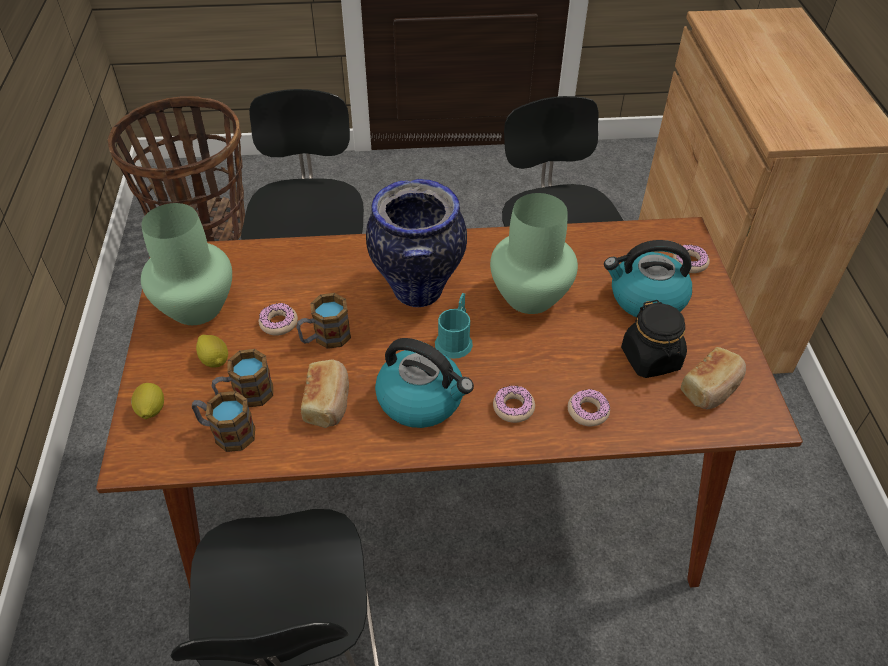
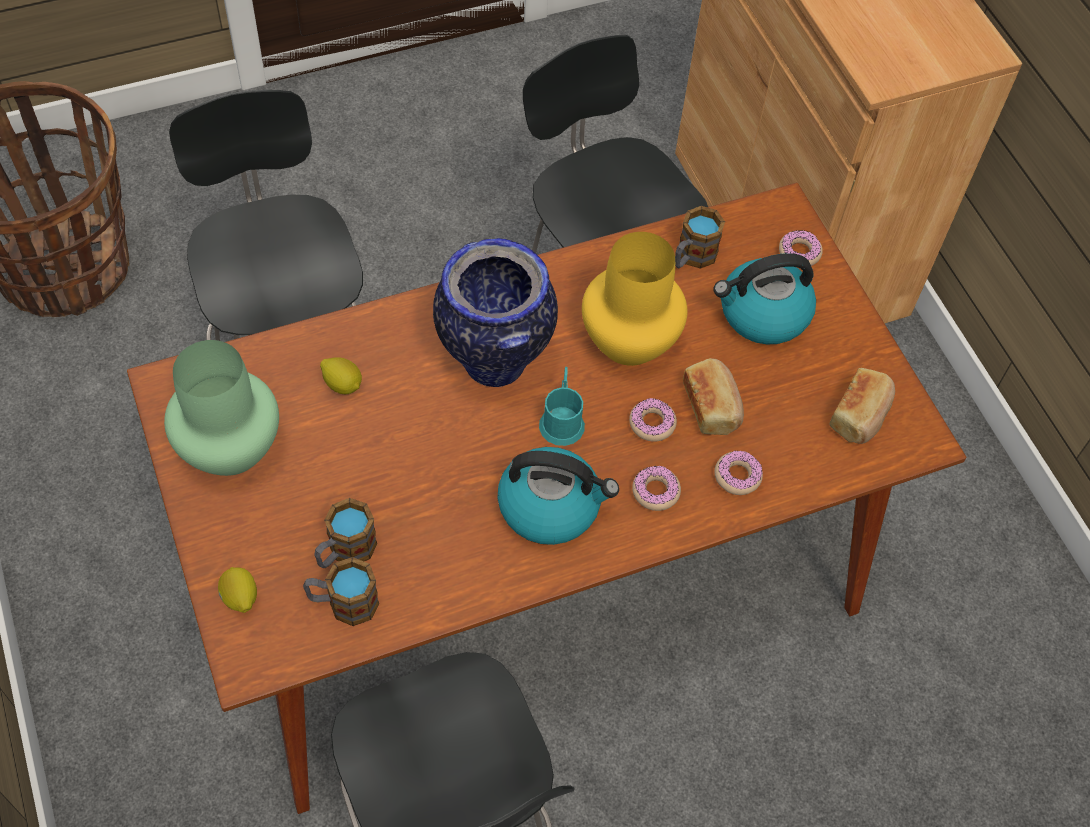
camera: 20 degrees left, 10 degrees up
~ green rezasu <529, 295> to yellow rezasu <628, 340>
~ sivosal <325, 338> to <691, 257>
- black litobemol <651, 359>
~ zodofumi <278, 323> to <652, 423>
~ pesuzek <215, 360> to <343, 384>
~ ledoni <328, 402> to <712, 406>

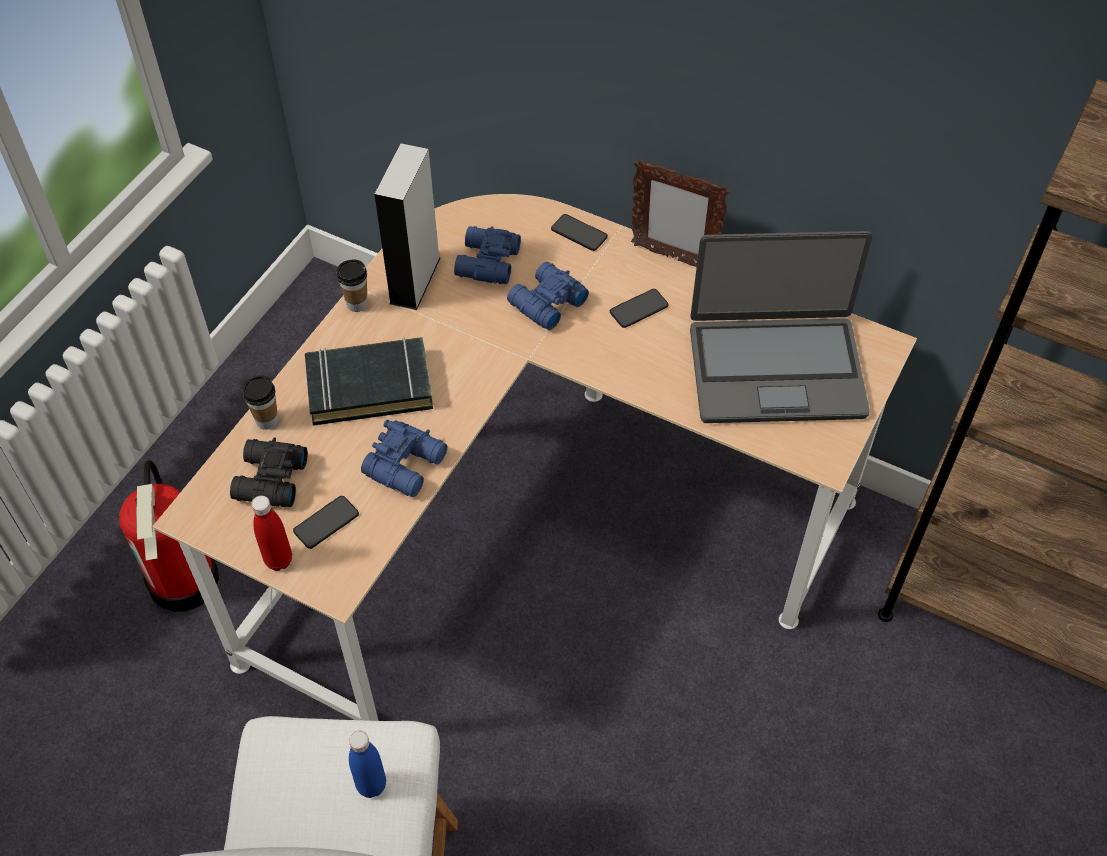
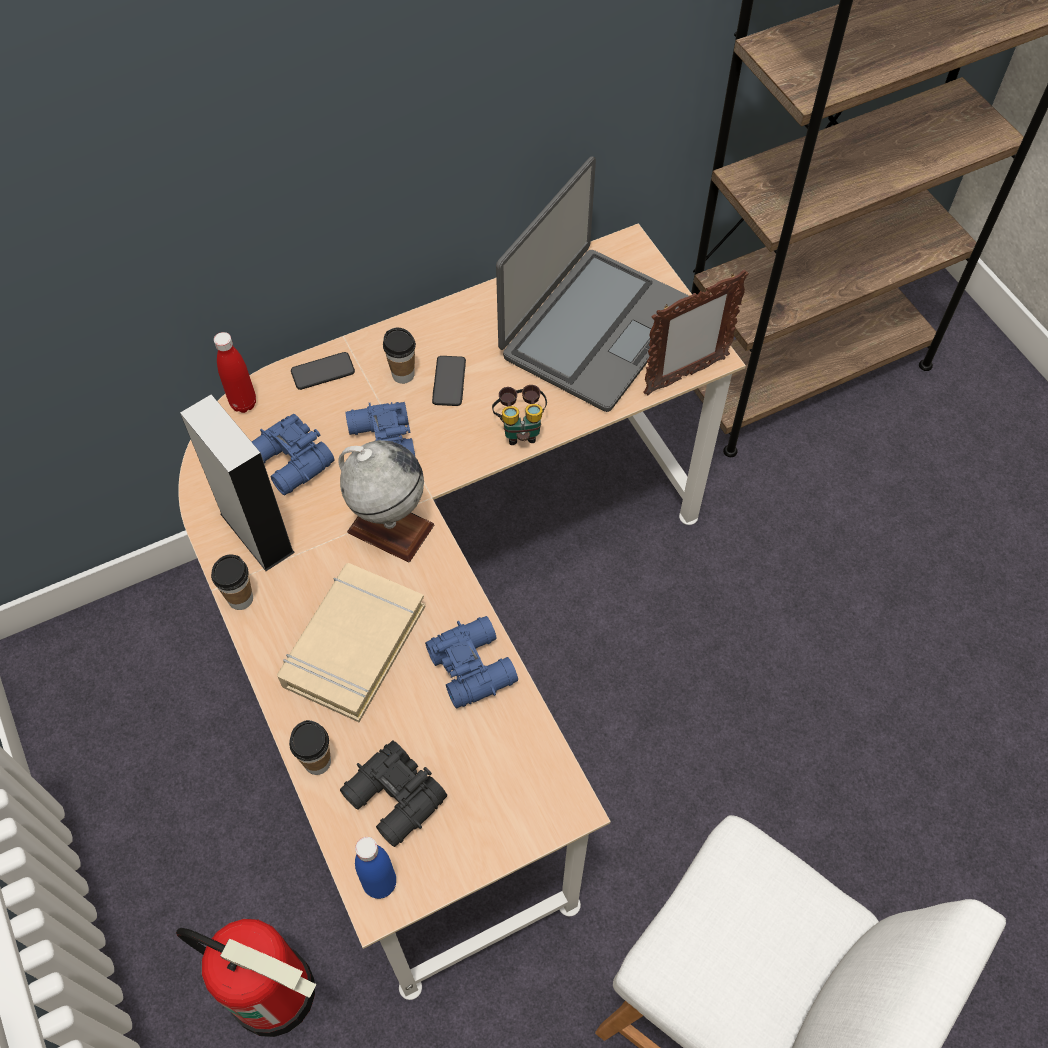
camera: 55 degrees left, 5 degrees up
~ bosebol <673, 258> to <685, 376>
~ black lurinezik <369, 386> to beige lurinezik <353, 645>
~ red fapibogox <279, 560> to <243, 403>
- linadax <326, 523>
~ blue fapibogox <371, 785> to <380, 883>
+ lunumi <403, 374>
+ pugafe <520, 429>
+ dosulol <390, 528>

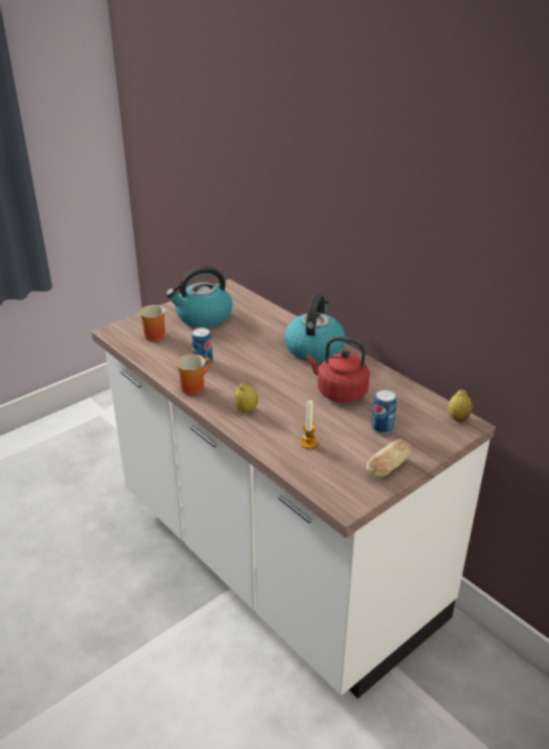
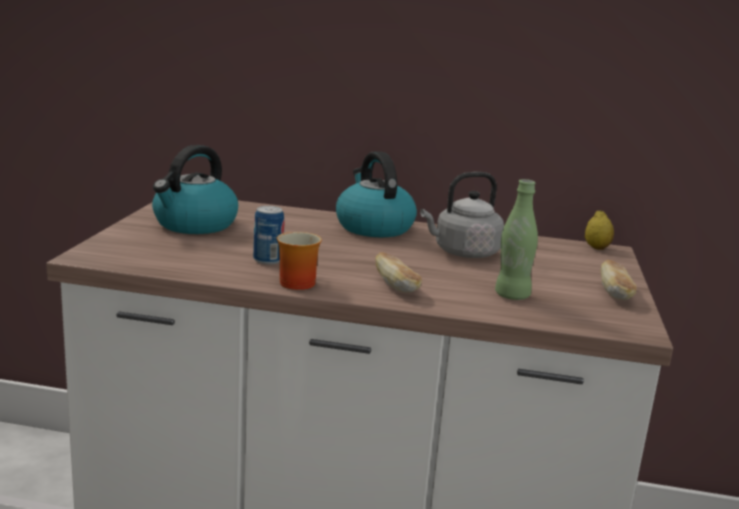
camera: 40 degrees left, 15 degrees down
- sivosal <153, 334>
~ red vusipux <339, 392> to grey vusipux <463, 253>
~ pesuzek <246, 409> to ledoni <396, 286>
- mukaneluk <382, 428>
~ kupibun <308, 443> to green fapibogox <512, 295>

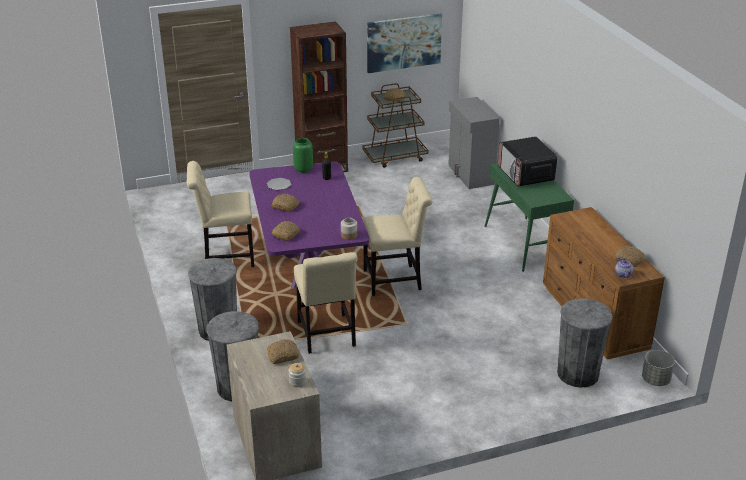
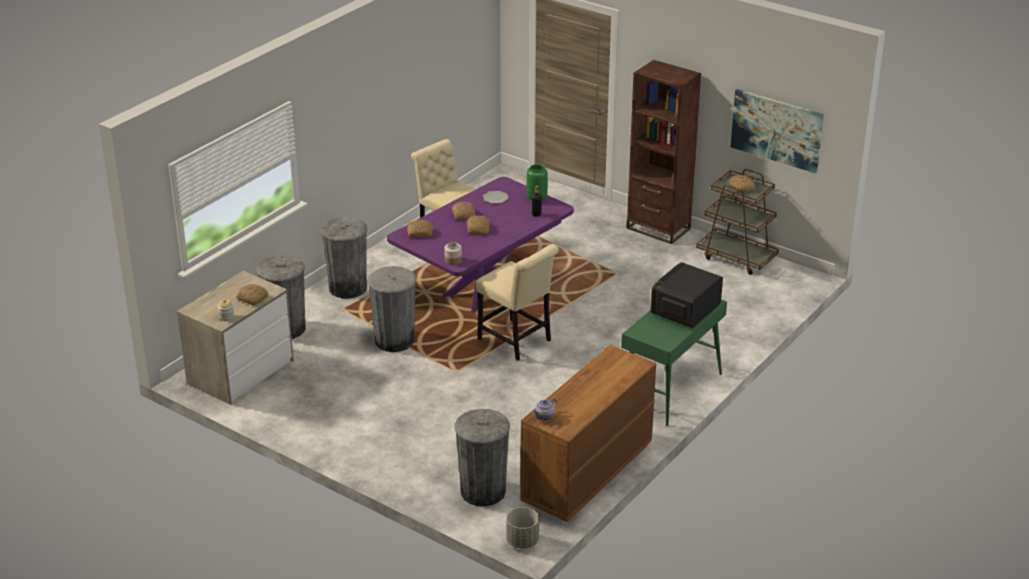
camera: 55 degrees right, 0 degrees up
- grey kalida <470, 175>
~ ledoni <629, 260> to <478, 229>
~ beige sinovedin <327, 336> to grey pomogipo <394, 340>

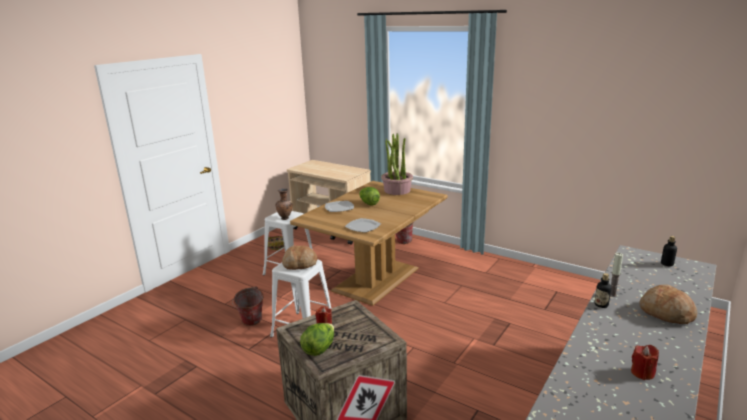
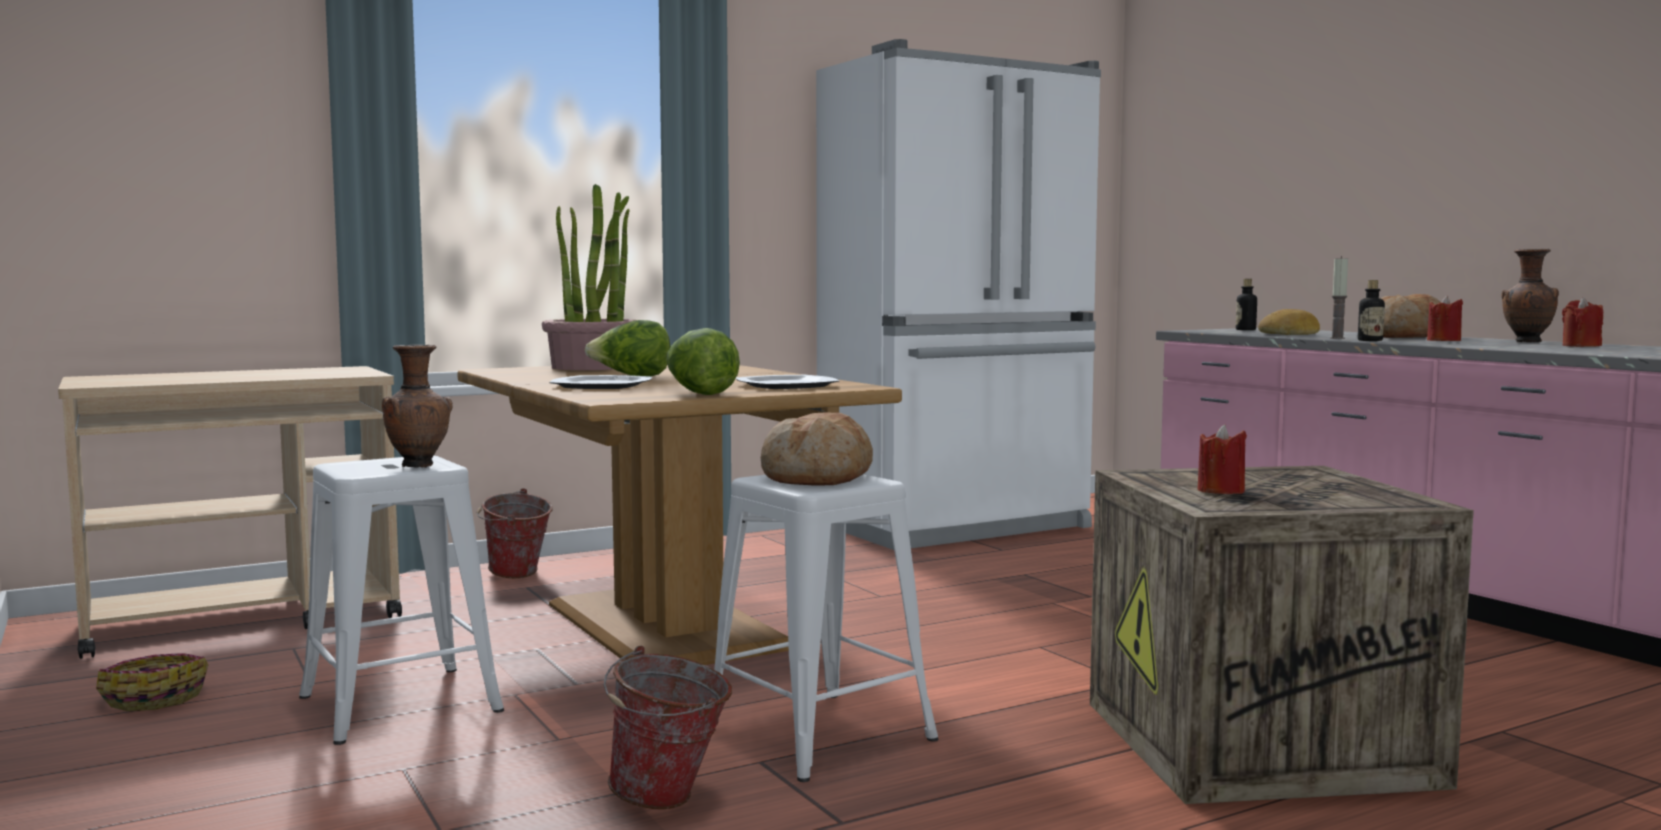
camera: 65 degrees left, 15 degrees down
~ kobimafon <319, 349> to <700, 394>
+ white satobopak <958, 527>
+ brown rezasu <1526, 342>
+ red kupibun <1443, 341>
+ ledoni <1290, 334>

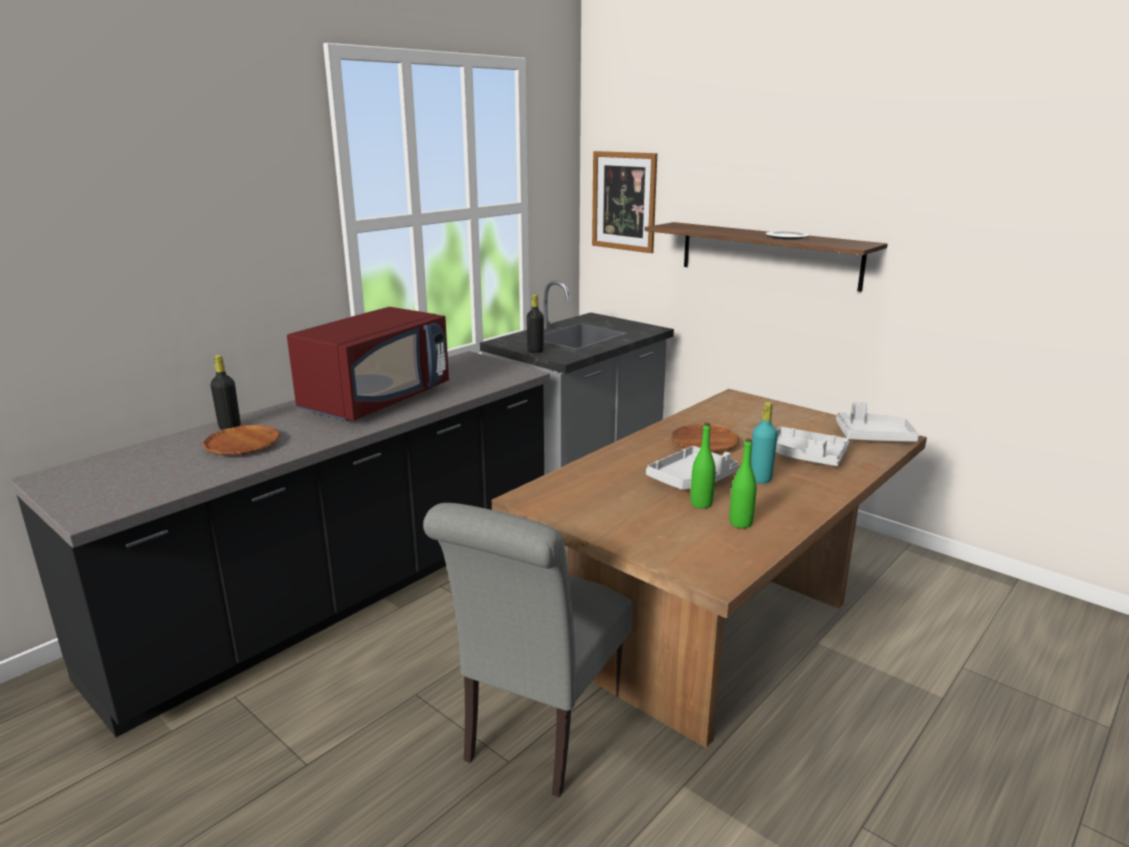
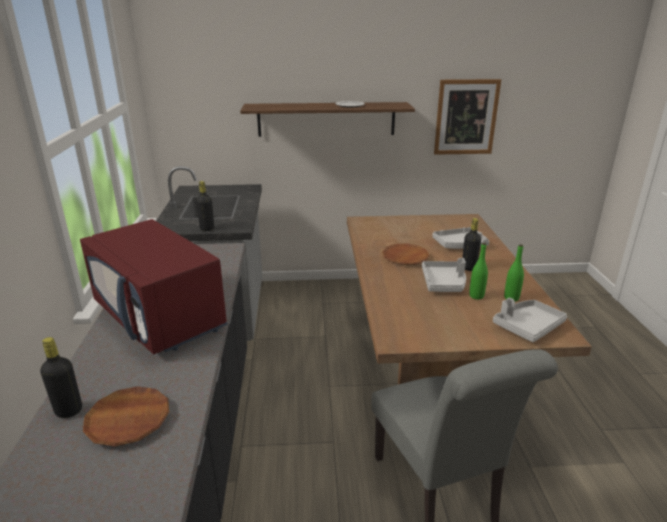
camera: 45 degrees left, 5 degrees up
~ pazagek <624, 201> to <466, 117>
~ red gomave <376, 400> = <160, 317> 150 degrees clockwise
~ turquoise fapibogox <760, 479> to black fapibogox <469, 268>
~ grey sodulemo <873, 437> to <527, 326>

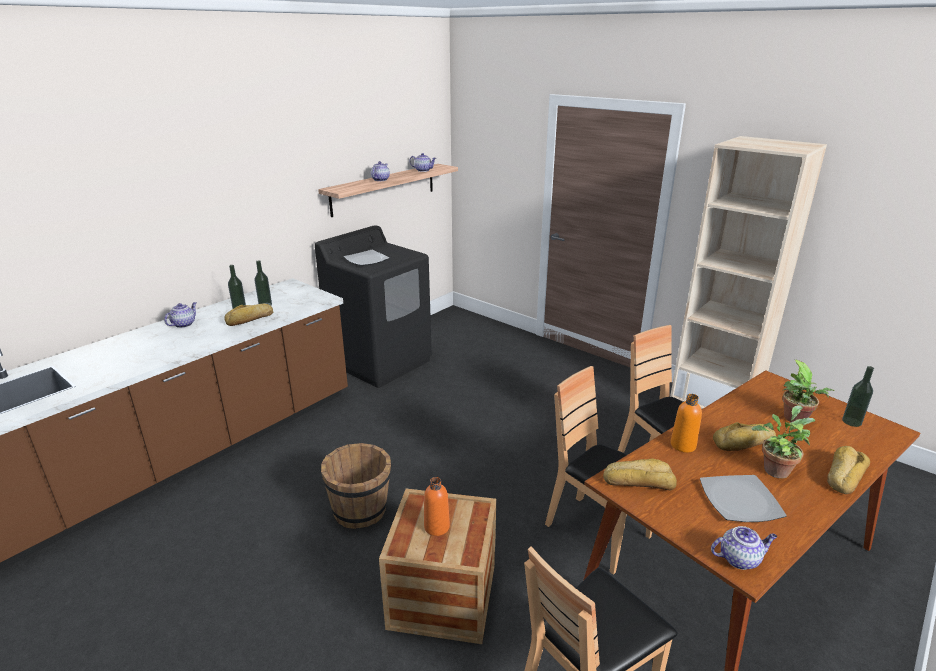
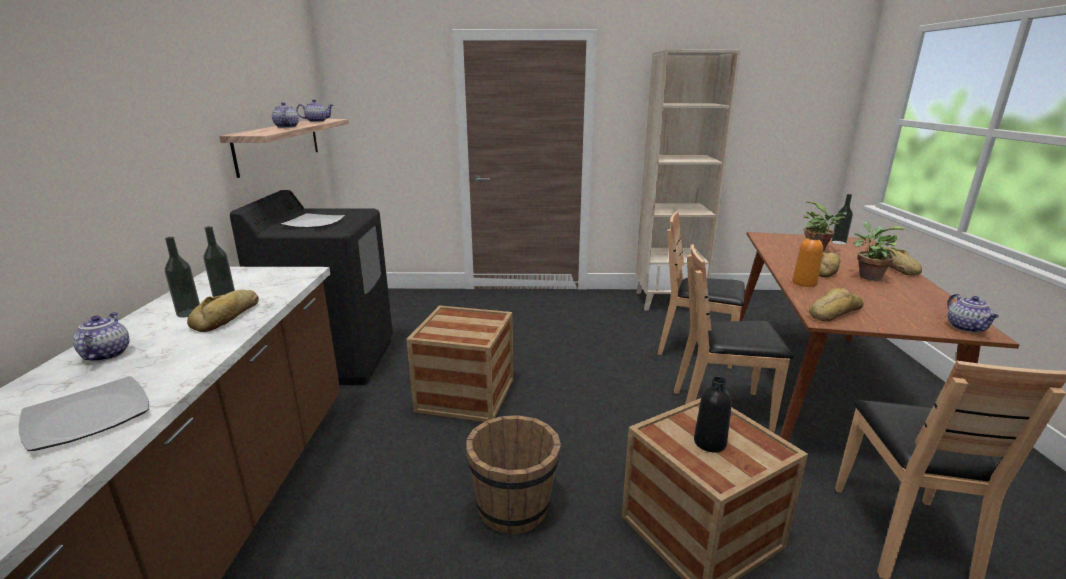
camera: 40 degrees left, 5 degrees down
~ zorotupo <740, 500> to <89, 415>
~ orange fapibogox <436, 527> to black fapibogox <709, 443>
~ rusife <739, 559> = <966, 328> 135 degrees clockwise
+ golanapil <466, 395>

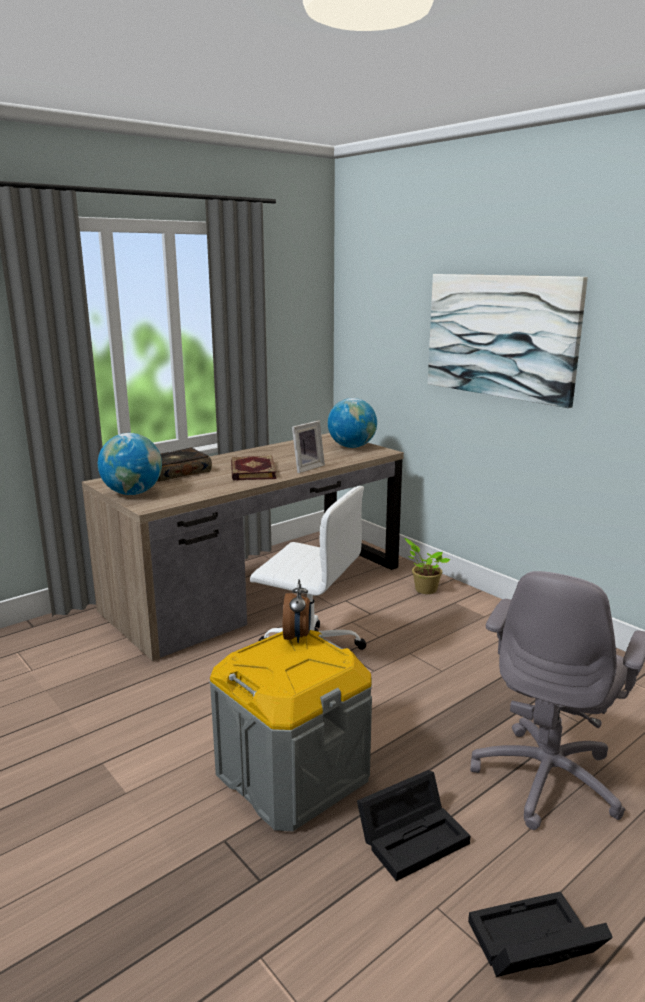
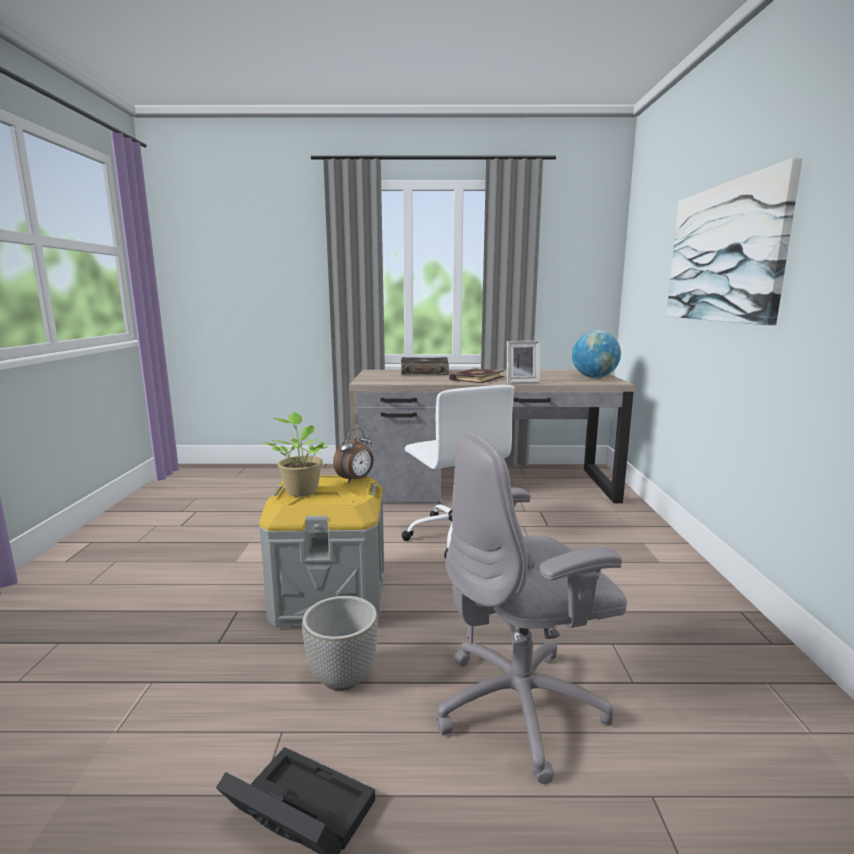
camera: 40 degrees right, 5 degrees down
- dosulol <133, 493>
~ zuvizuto <424, 589> to <301, 490>
~ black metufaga <414, 835> to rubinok <343, 677>

